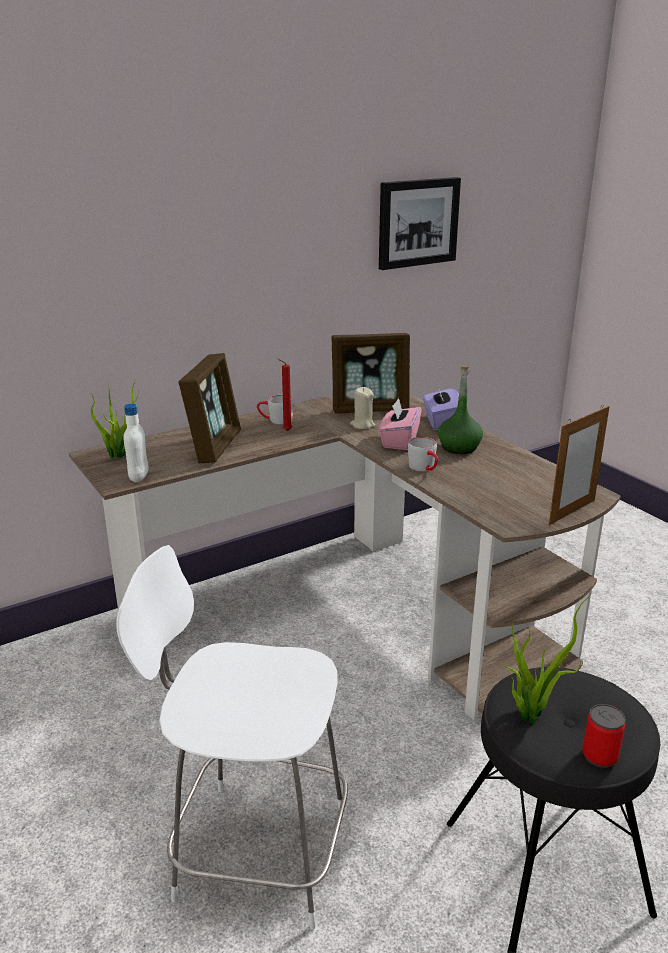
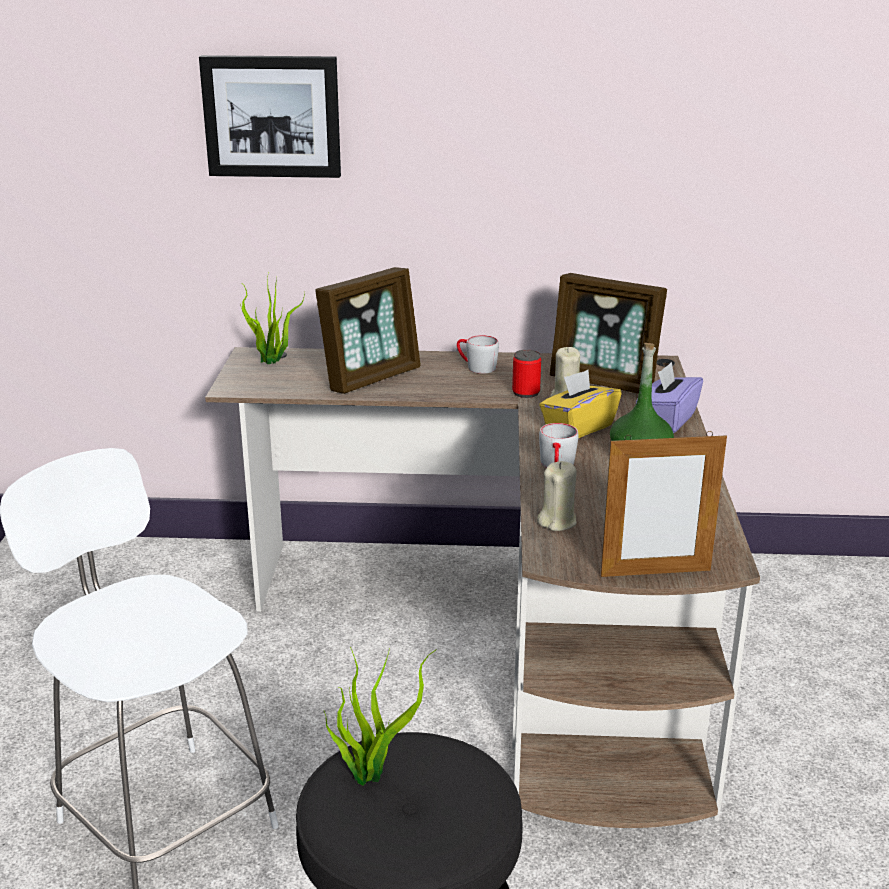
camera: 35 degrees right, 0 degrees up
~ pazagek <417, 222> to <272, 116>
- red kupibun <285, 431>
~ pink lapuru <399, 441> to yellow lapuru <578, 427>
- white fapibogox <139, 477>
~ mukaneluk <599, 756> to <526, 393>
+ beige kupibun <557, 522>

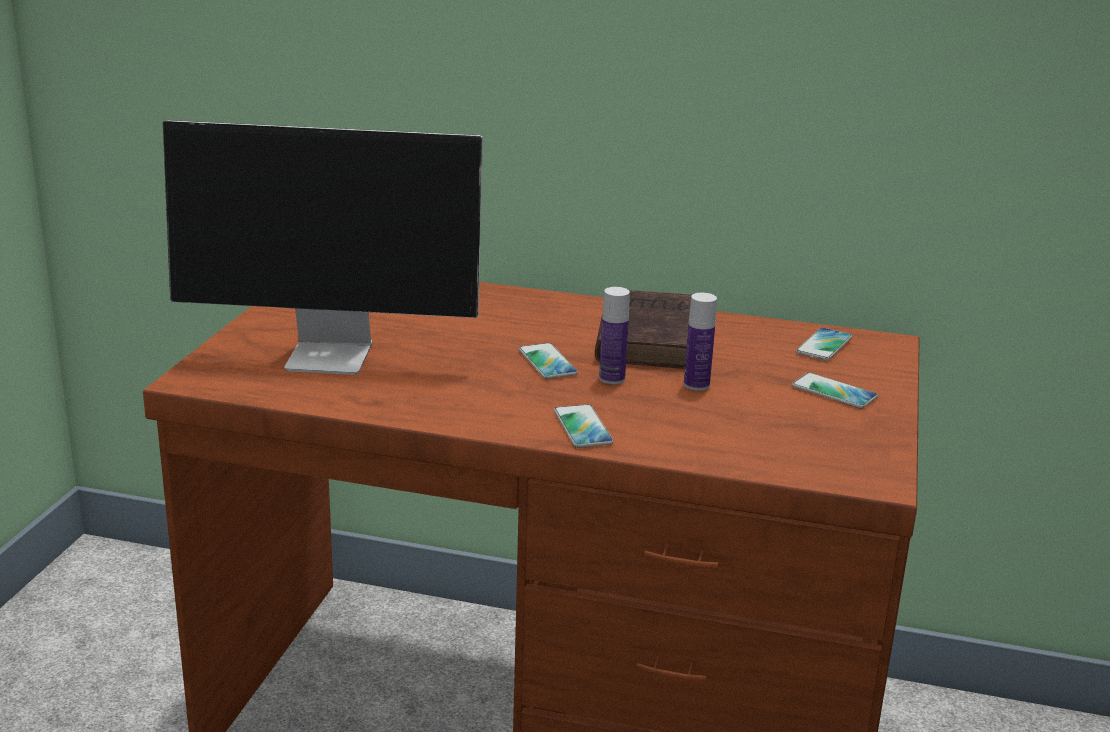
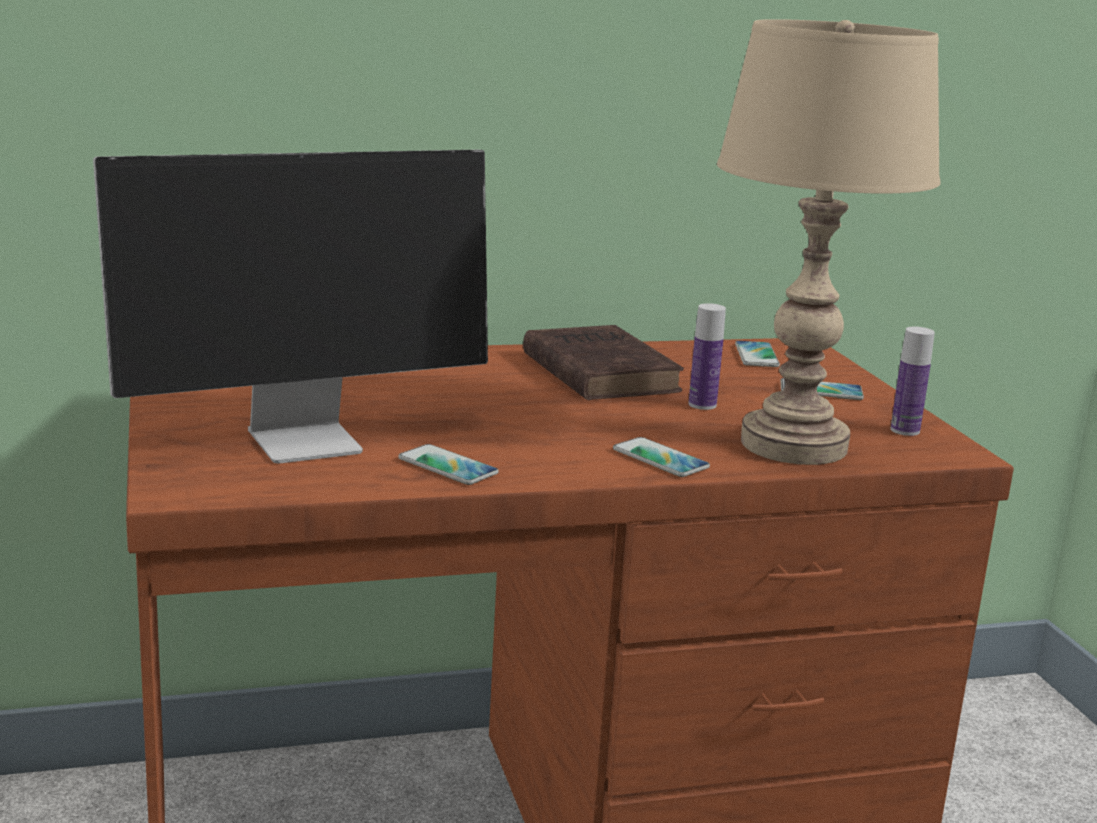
camera: 30 degrees left, 5 degrees down
~ fapibogox <612, 379> to <905, 430>
~ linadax <547, 362> to <447, 466>
+ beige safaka <793, 445>

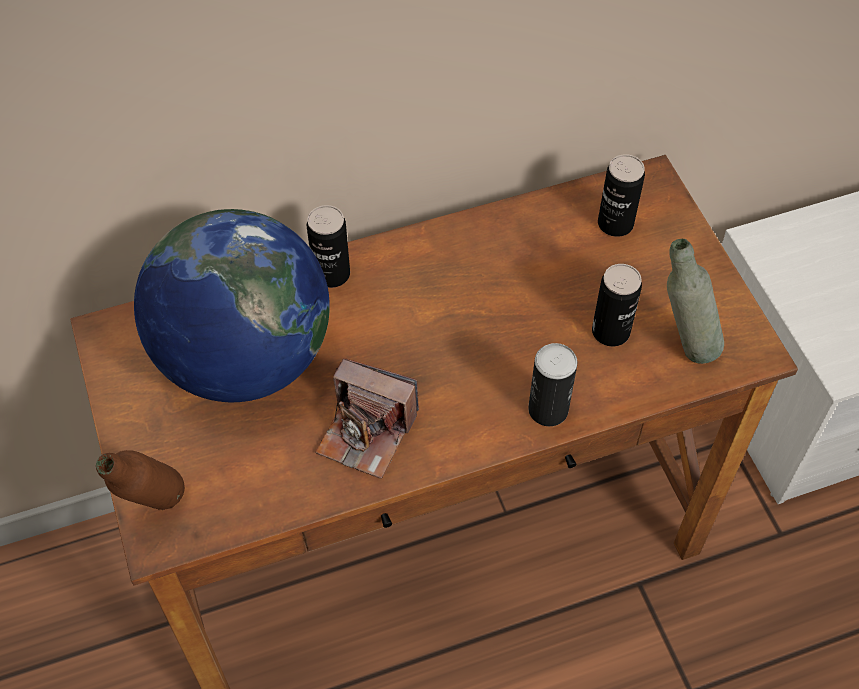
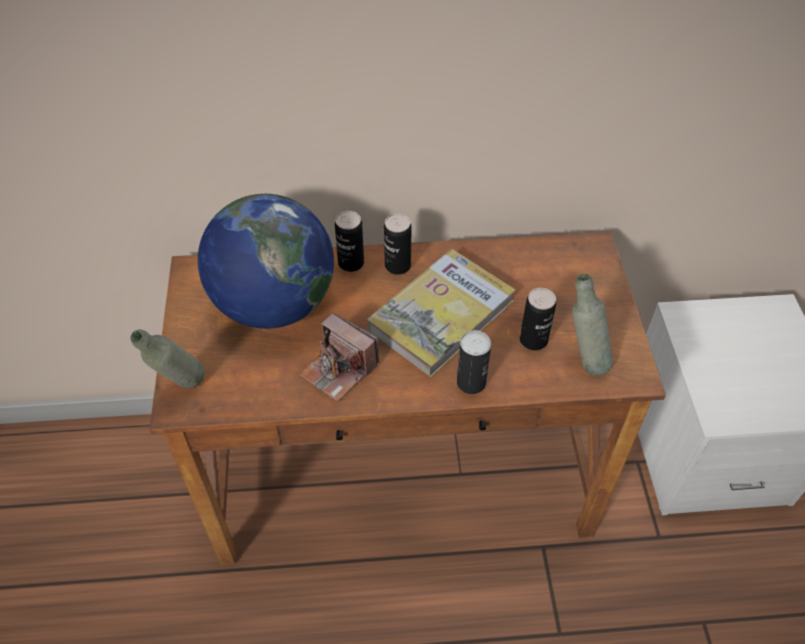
camera: 15 degrees right, 5 degrees down
~ mukaneluk <615, 224> to <397, 265>
~ brown fapibogox <156, 512> to grey fapibogox <181, 389>
+ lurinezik <441, 315>

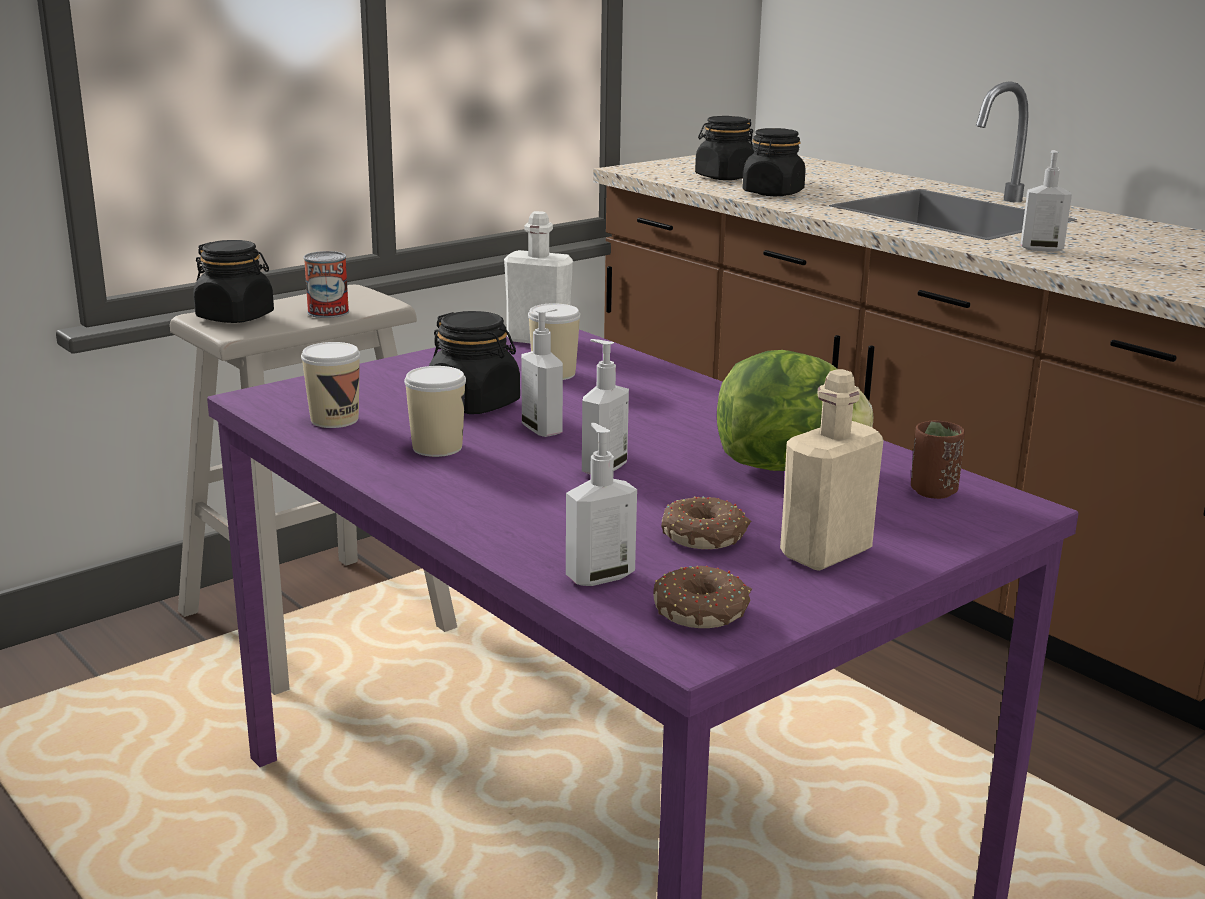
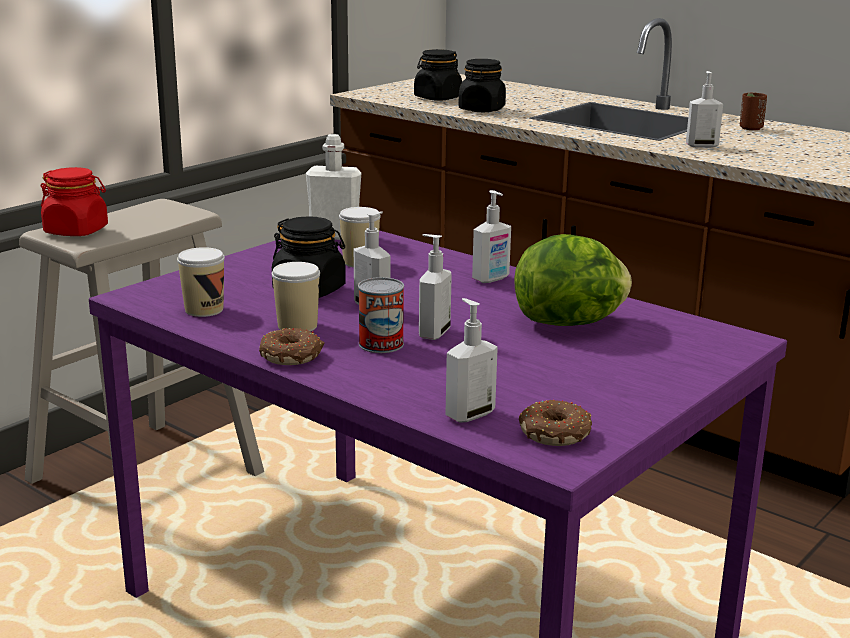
camera: 10 degrees left, 0 degrees up
~ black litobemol <236, 317> to red litobemol <76, 231>
~ mukaneluk <328, 312> to <381, 344>
- beige fapibogox <825, 553>
~ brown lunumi <933, 491> to <751, 128>
~ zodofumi <705, 536> to <292, 356>
+ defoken <491, 279>

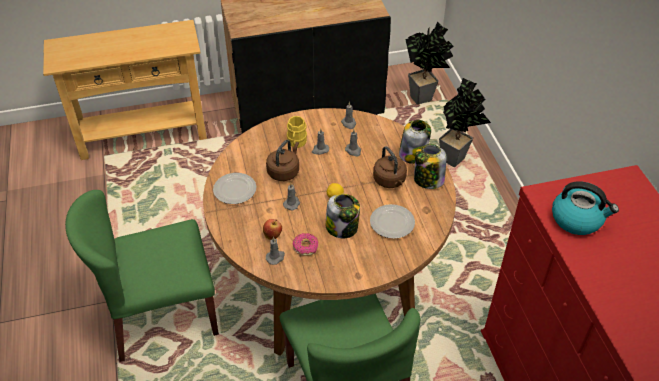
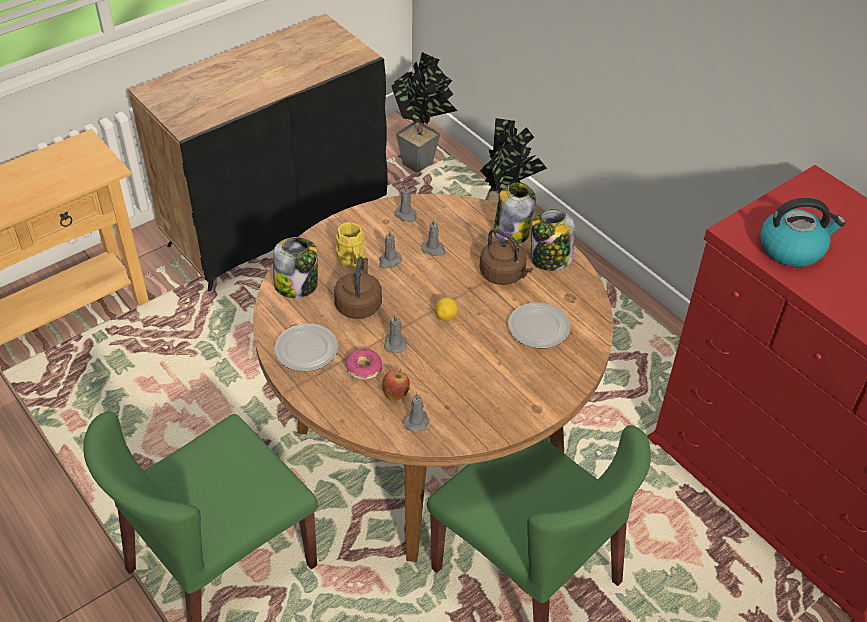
camera: 25 degrees left, 0 degrees up
~ litobemol <342, 228> to <297, 285>
~ zodofumi <305, 247> to <364, 368>

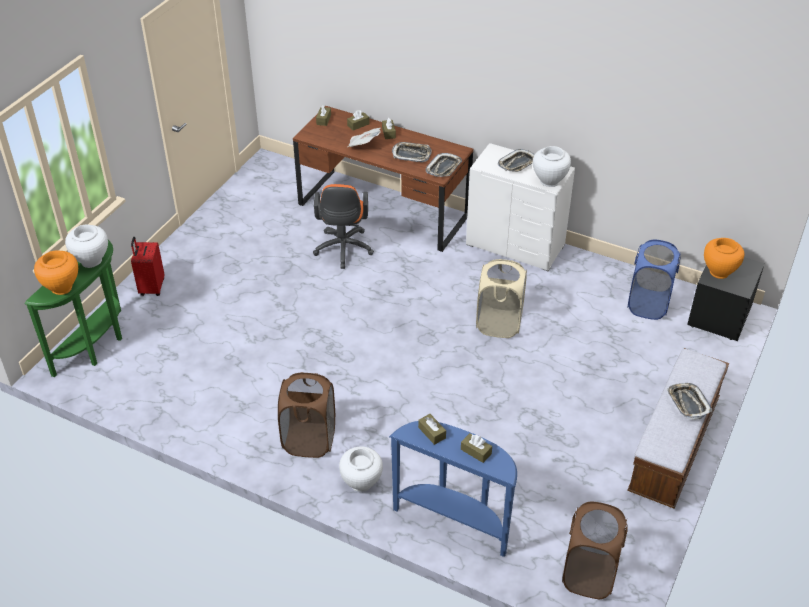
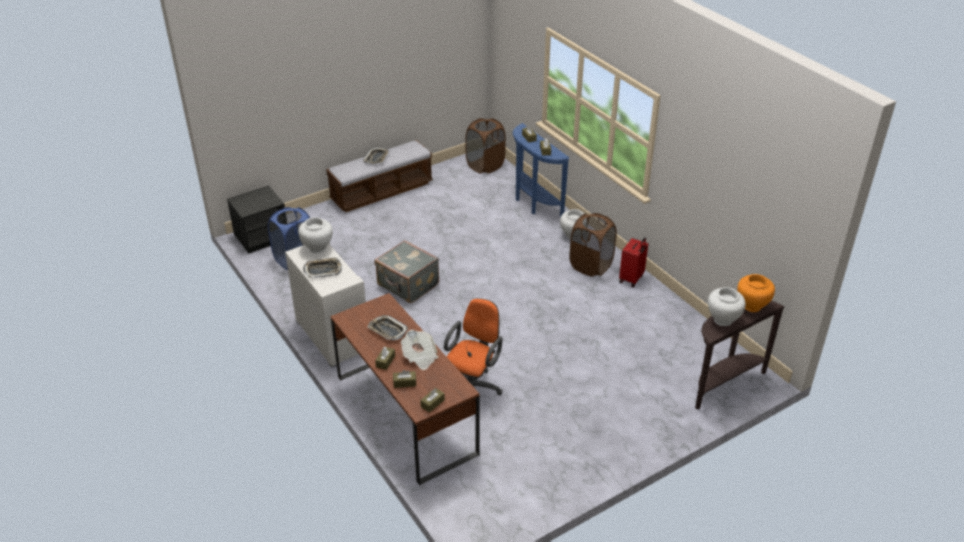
camera: 150 degrees left, 5 degrees down
- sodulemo <444, 168>
~ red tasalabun <151, 287> to <632, 279>
- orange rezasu <719, 272>
~ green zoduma <97, 346> to brown zoduma <723, 383>
~ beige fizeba <499, 323> to grey tasalabun <407, 285>

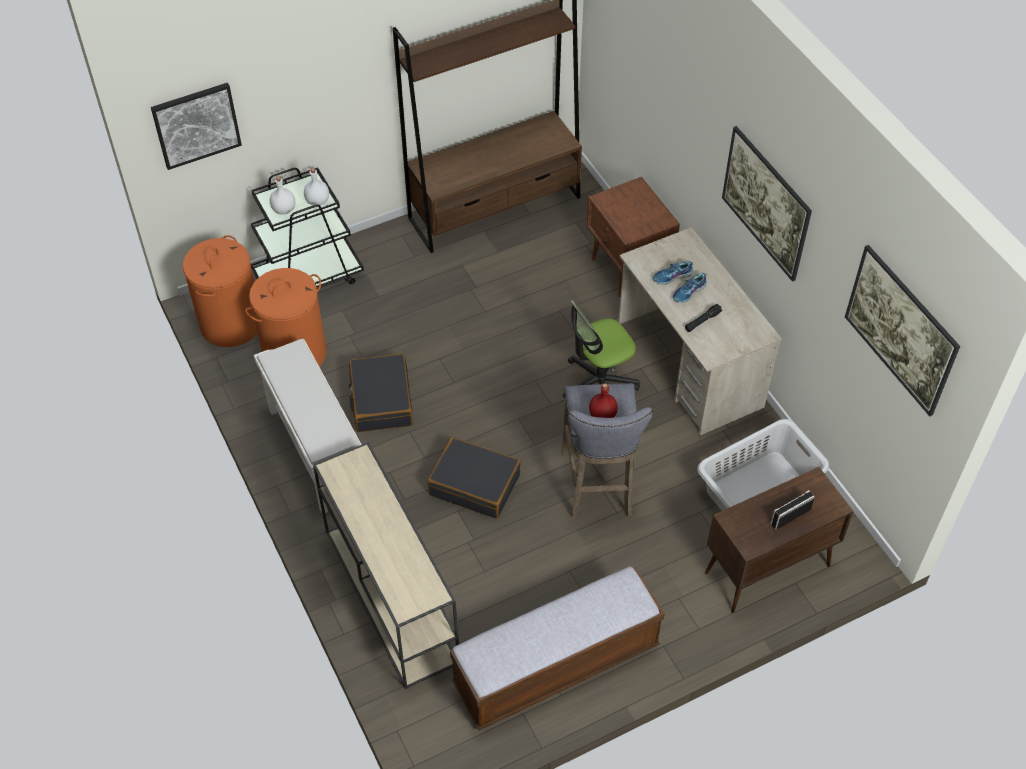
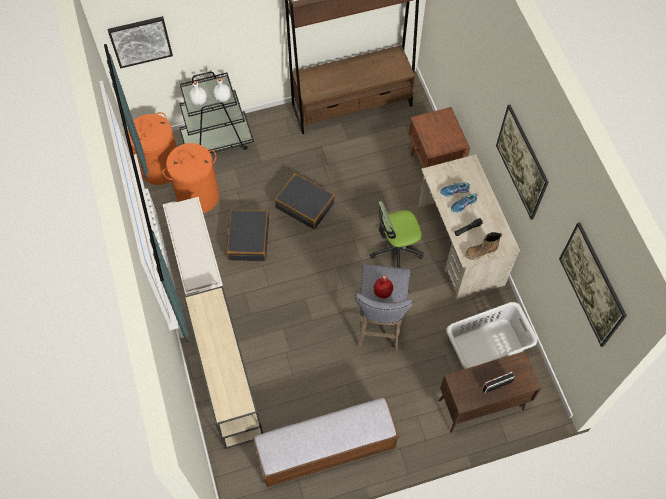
camera: 10 degrees right, 10 degrees up
~ black tasalabun <475, 484> to <305, 205>
+ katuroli <480, 252>

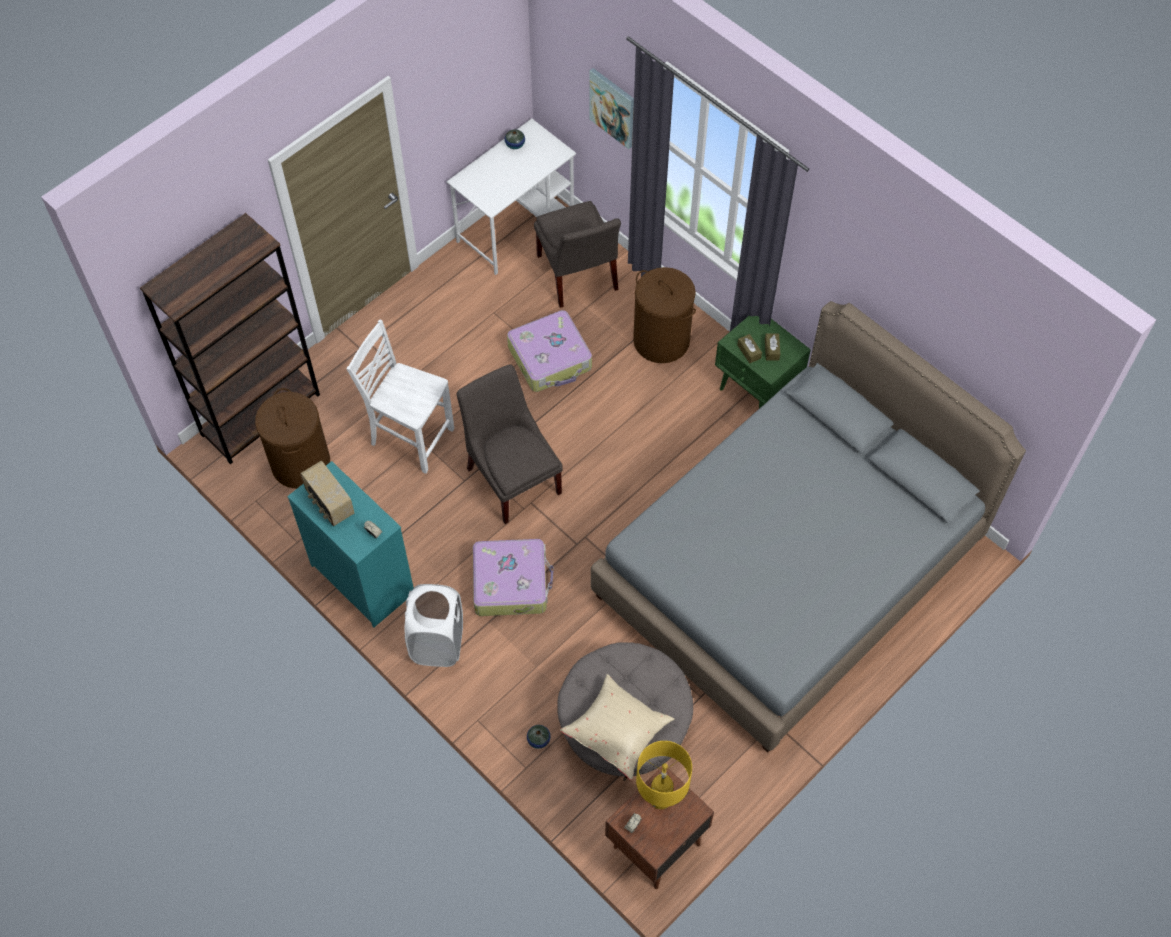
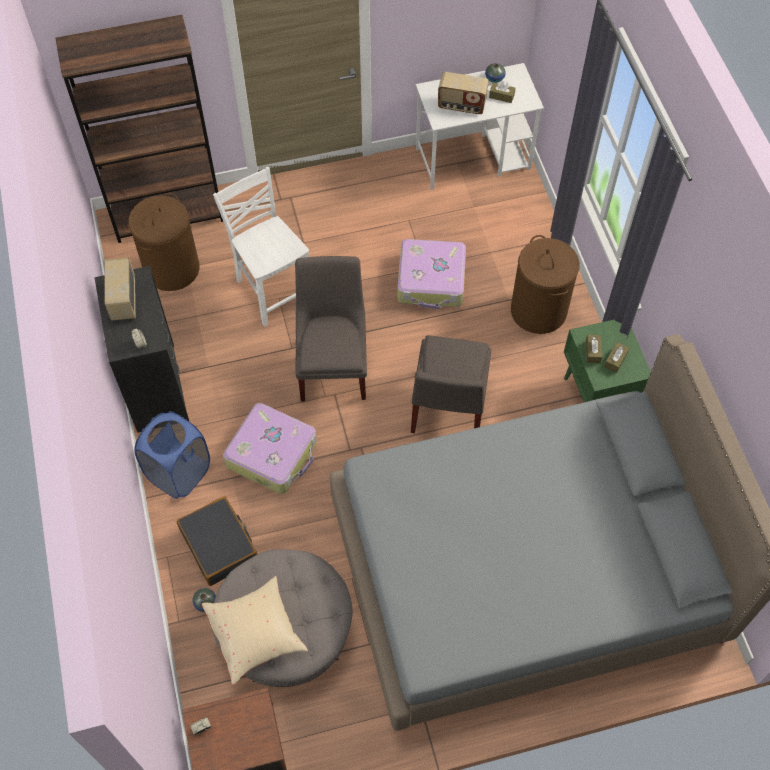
camera: 30 degrees right, 0 degrees up
- pazagek <612, 107>
~ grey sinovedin <577, 276> to <447, 409>
~ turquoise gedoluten <363, 578> to black gedoluten <156, 387>
~ white fizeba <438, 643> to blue fizeba <179, 473>
- yellow safaka <661, 798>
+ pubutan <461, 105>
+ brown lapuru <501, 96>
+ black tasalabun <219, 545>

